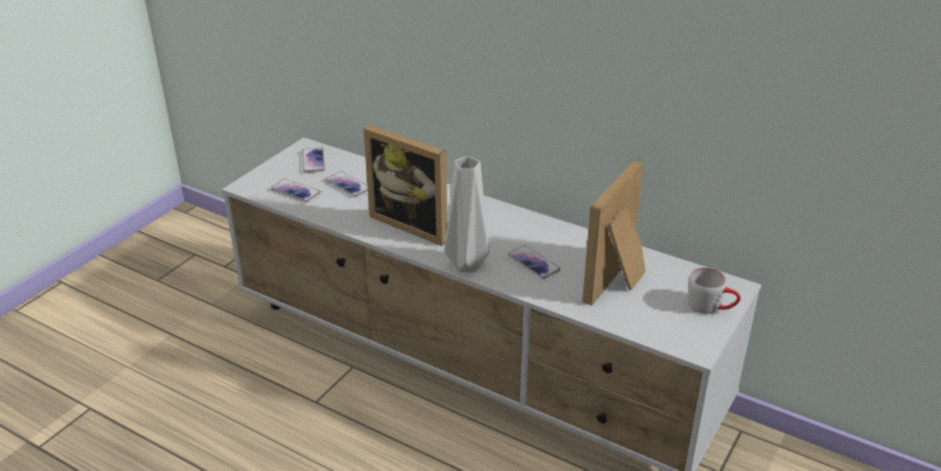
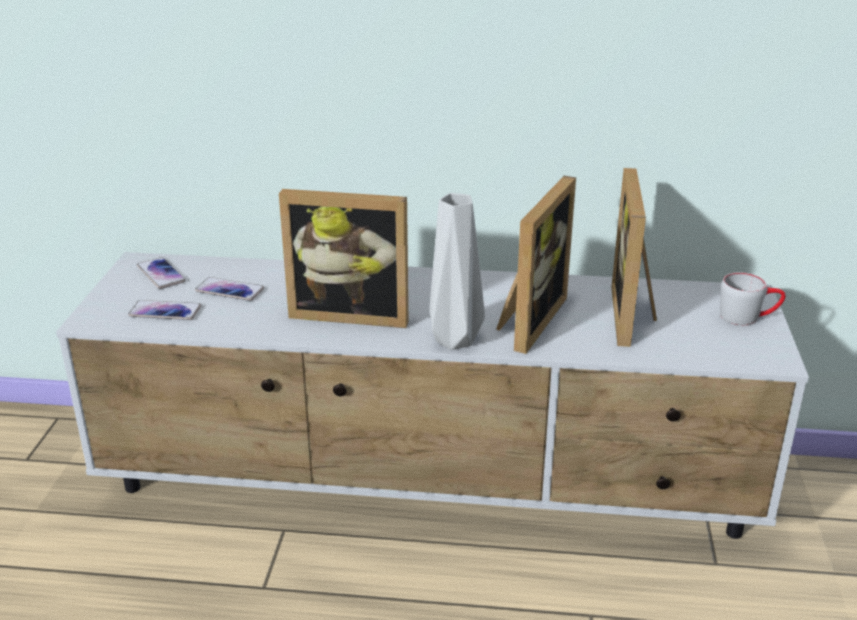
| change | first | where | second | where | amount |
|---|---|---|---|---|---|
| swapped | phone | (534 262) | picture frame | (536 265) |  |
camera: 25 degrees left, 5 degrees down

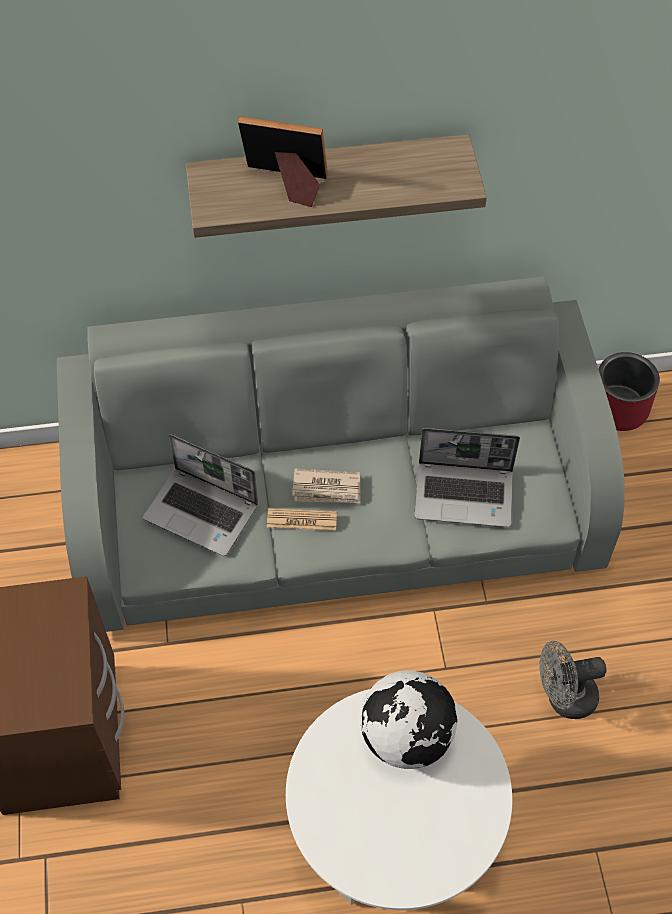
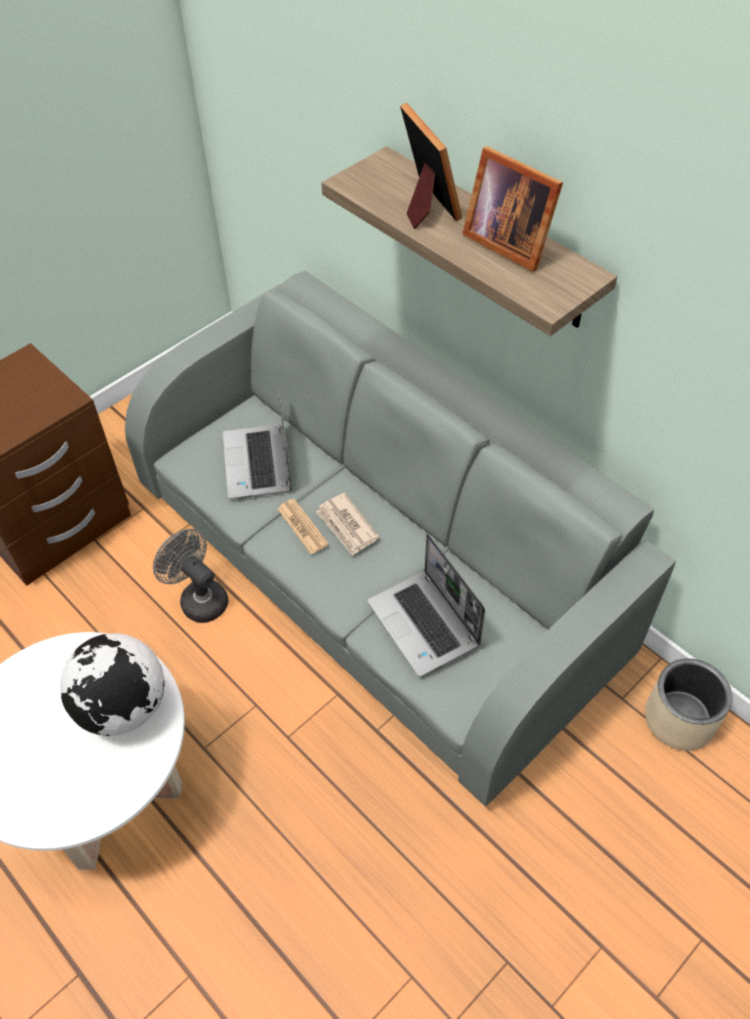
| change | first | where | second | where | amount |
|---|---|---|---|---|---|
| shifted | grey fan | (572 680) |  | (190 576) |  |
| new |  |  | picture frame | (512 209) |  |
| repainted | red planter | (629 391) | beige planter | (688 705) |  |
camera: 55 degrees right, 5 degrees down

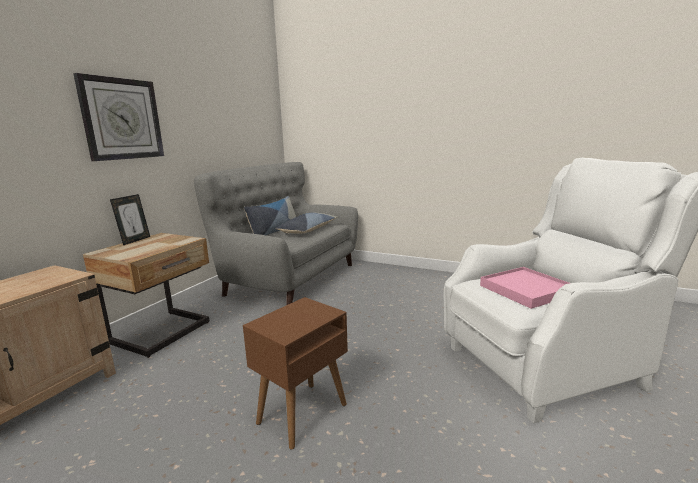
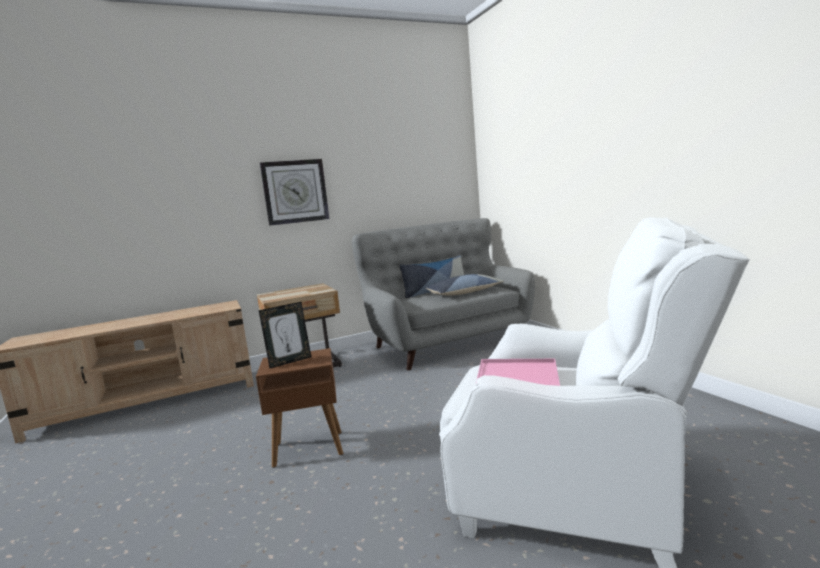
| change | first | where | second | where | amount |
|---|---|---|---|---|---|
| shifted | picture frame | (130 219) |  | (285 335) |  |
camera: 40 degrees right, 5 degrees down

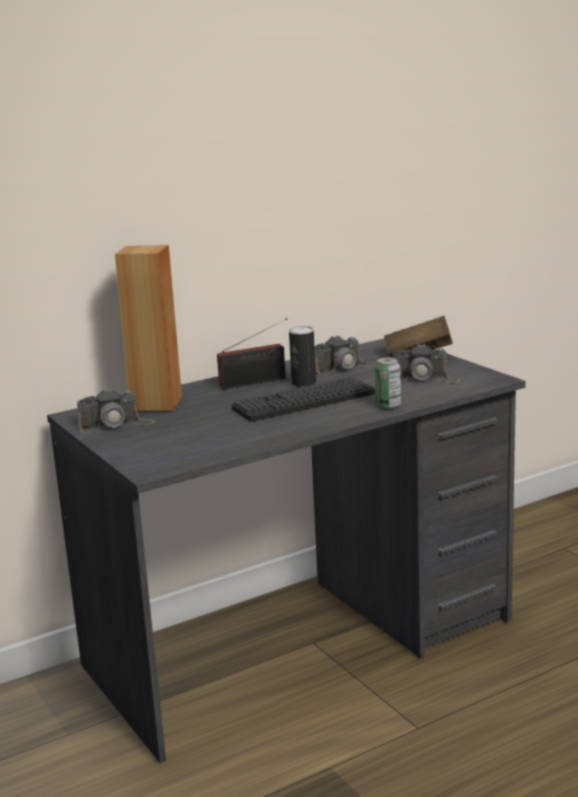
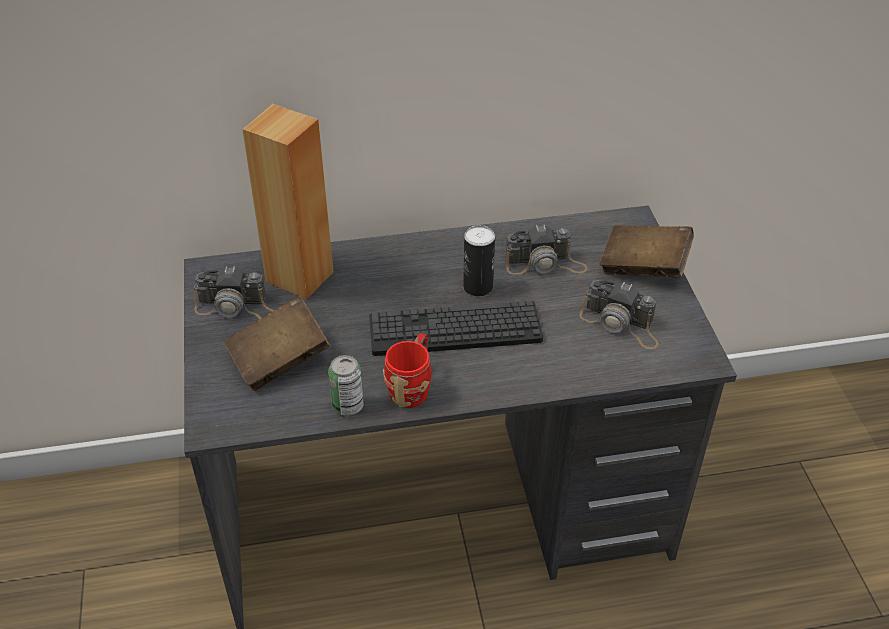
| change | first | where | second | where | amount |
|---|---|---|---|---|---|
| new |  |  | brown book | (277 343) |  |
| shifted | can | (388 383) |  | (346 385) |  |
| new |  |  | red mug | (407 370) |  |
| gone | radio | (252 353) |  |  |  |
camera: 20 degrees right, 25 degrees up

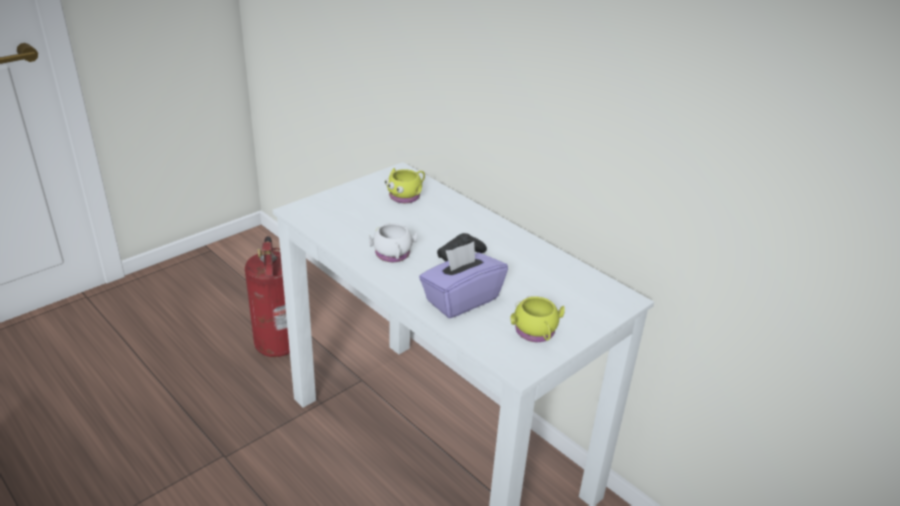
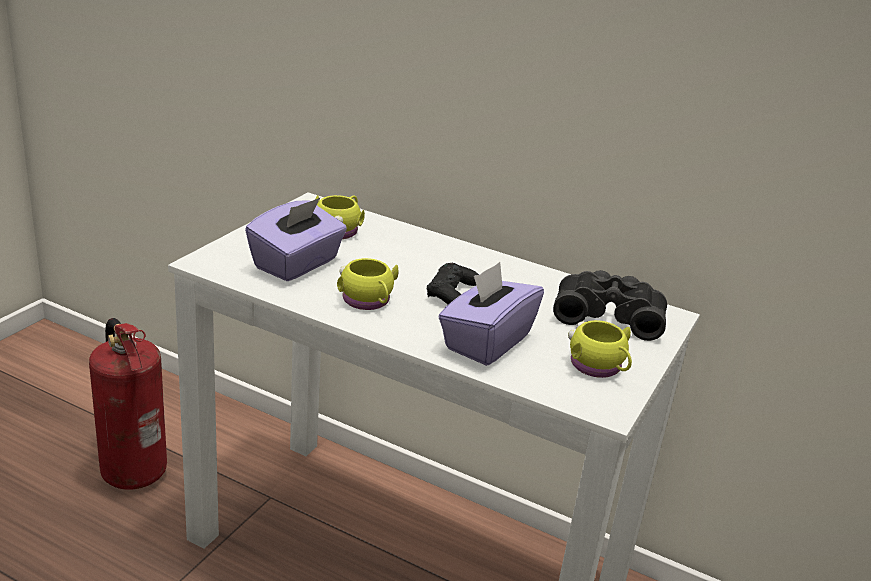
| change | first | where | second | where | amount |
|---|---|---|---|---|---|
| new |  |  | purple tissue box | (296 239) |  |
| repainted | white mug | (393 242) | yellow mug | (367 284) |  |
| new |  |  | black binoculars | (610 305) |  |
camera: 20 degrees left, 5 degrees down

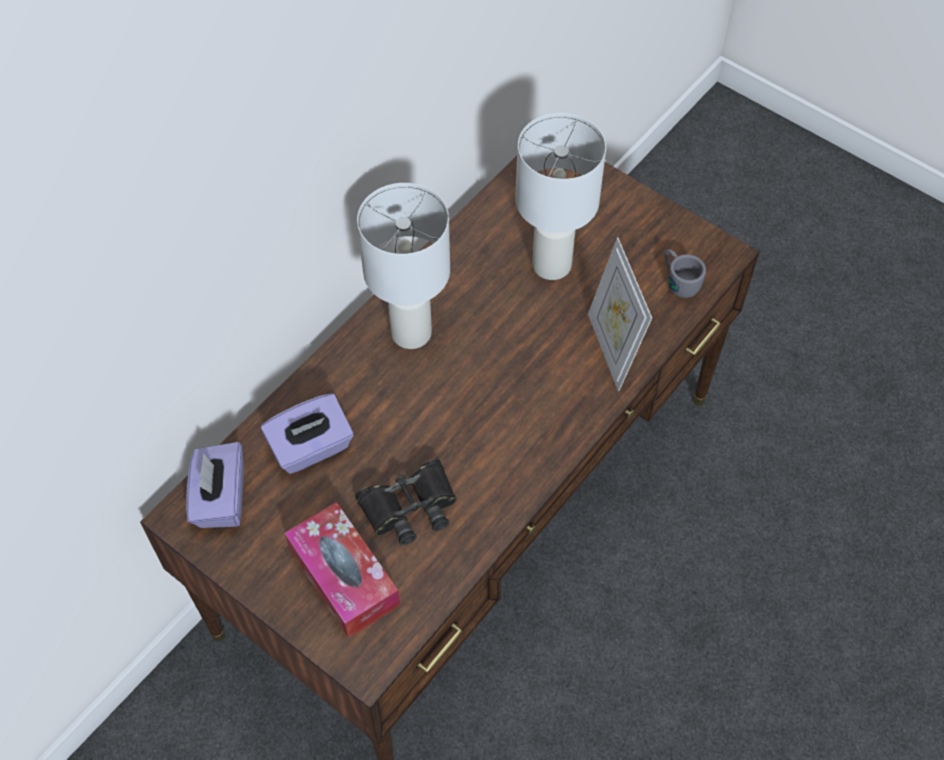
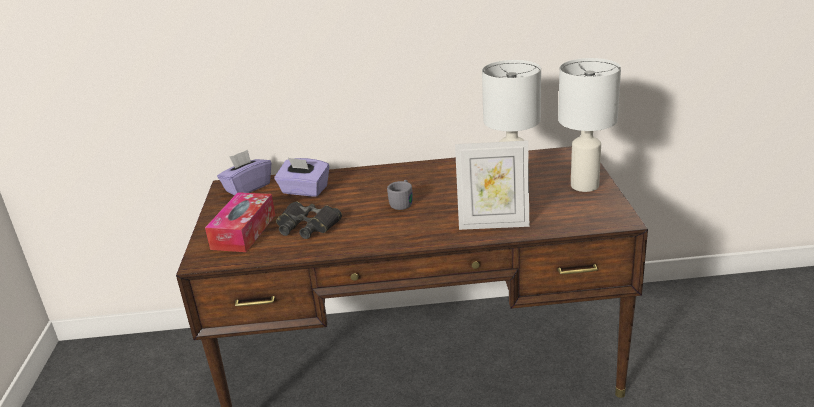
| change | first | where | second | where | amount |
|---|---|---|---|---|---|
| shifted | grey mug | (685 273) |  | (400 195) |  |
| rotated | picture frame | (620 314) |  | (492 185) | 120 degrees counterclockwise |
| shifted | white table lamp | (403 266) |  | (589 125) |  |
camera: 50 degrees right, 30 degrees down

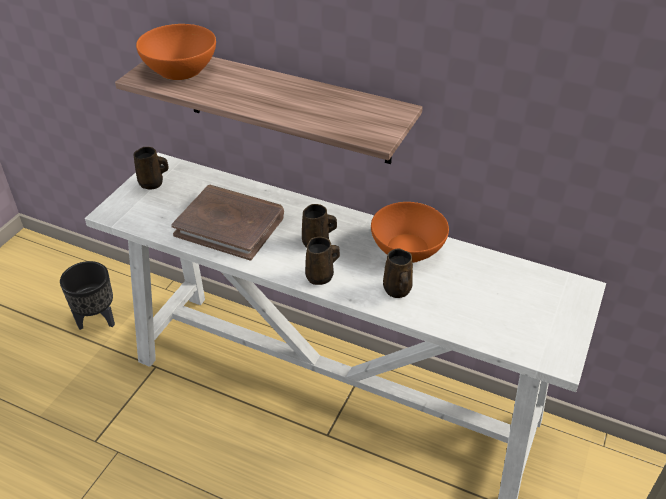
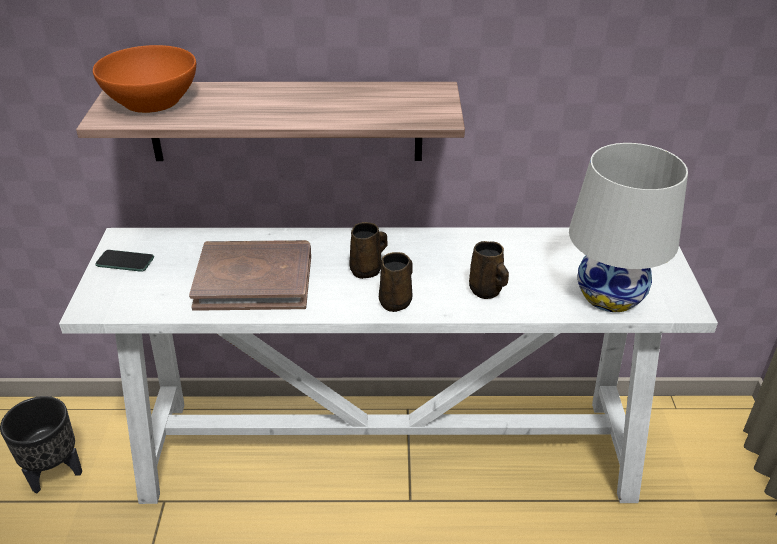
| change | first | where | second | where | amount |
|---|---|---|---|---|---|
| swapped | brown mug | (151 168) | phone | (124 261) |  |
| new |  |  | white table lamp | (628 227) |  |
| gone | orange bowl | (410 232) |  |  |  |
camera: 25 degrees left, 5 degrees down

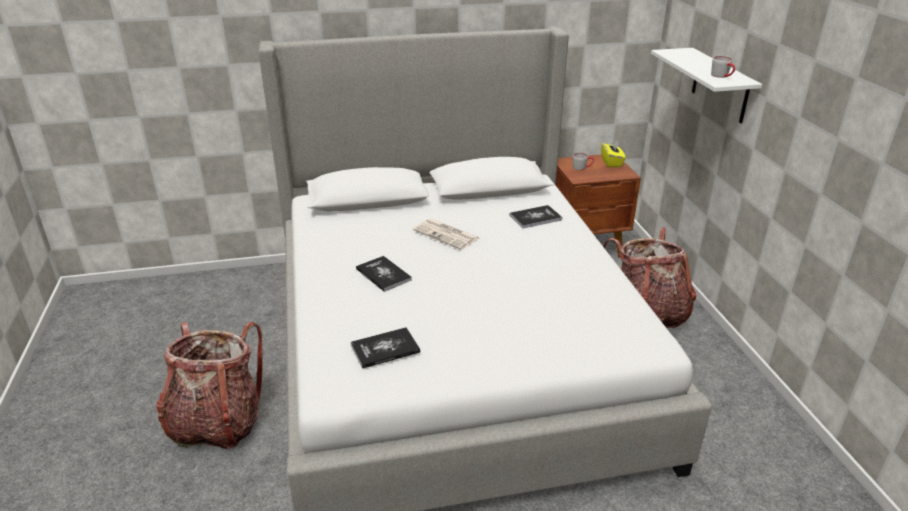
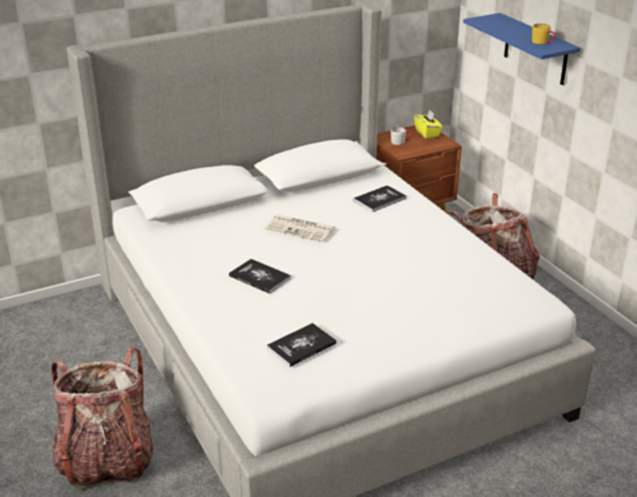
| change | first | where | second | where | amount |
|---|---|---|---|---|---|
| repainted | white shelf | (706 85) | blue shelf | (522 49) |  |
| repainted | grey mug | (723 67) | yellow mug | (543 34) |  |
camera: 15 degrees left, 0 degrees up

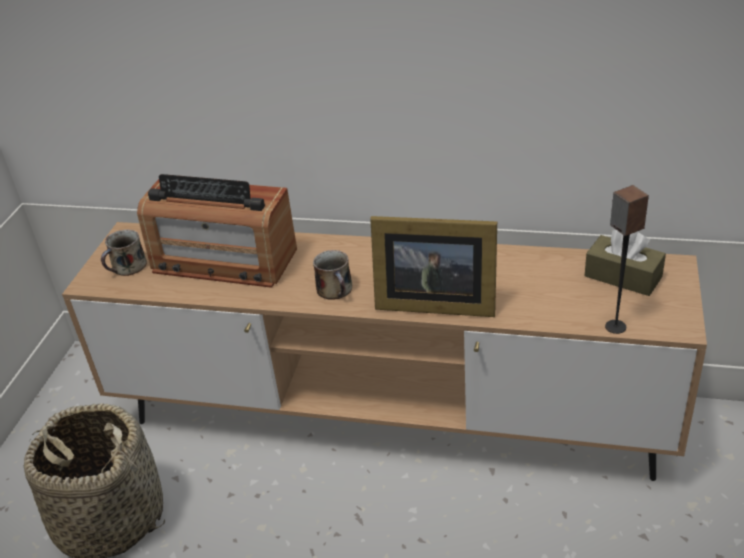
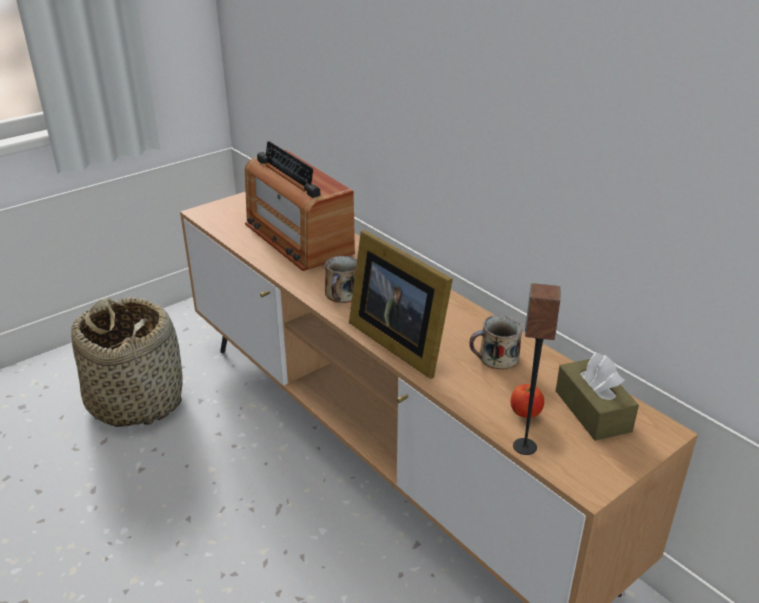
| change | first | where | second | where | amount |
|---|---|---|---|---|---|
| shifted | mug | (124 253) |  | (496 342) |  |
| new |  |  | apple | (527 401) |  |
camera: 35 degrees right, 5 degrees down

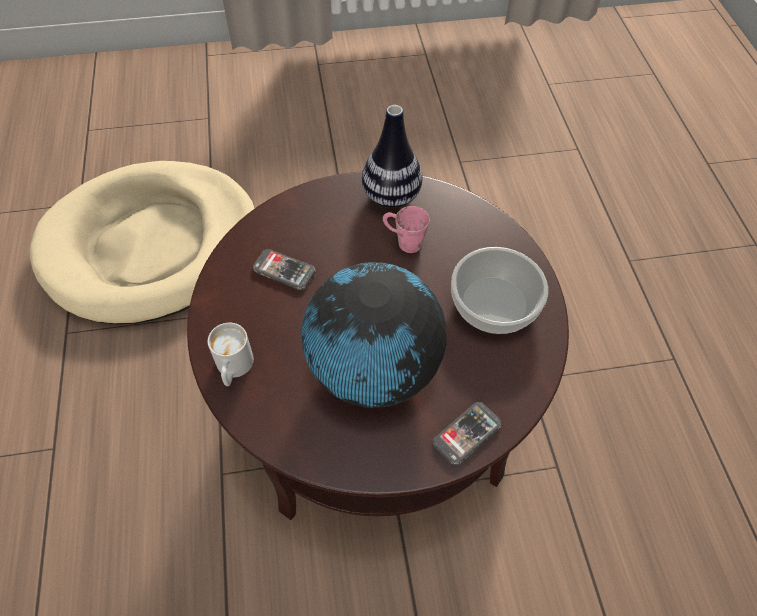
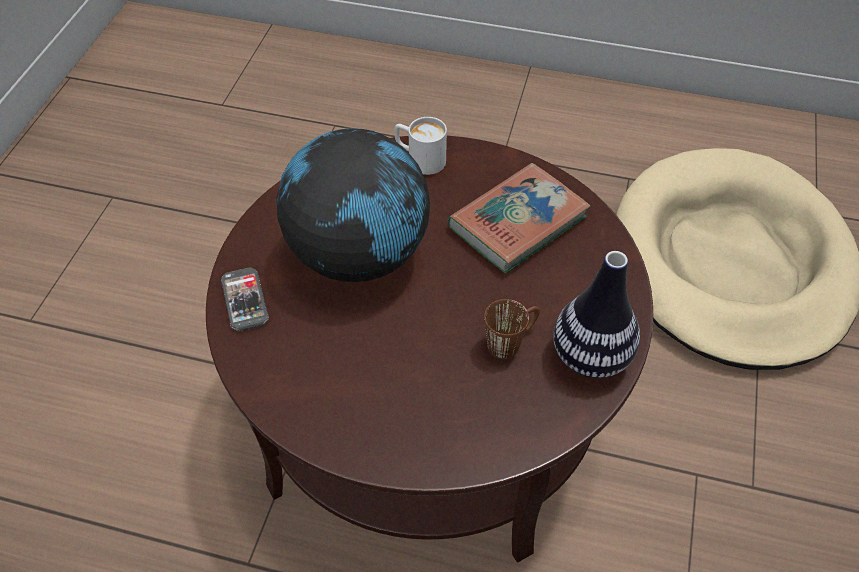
| change | first | where | second | where | amount |
|---|---|---|---|---|---|
| swapped | phone | (284 269) | book | (518 218) |  |
| repainted | pink mug | (406 229) | brown mug | (512 329) |  |
| gone | bowl | (499 290) |  |  |  |
camera: 115 degrees right, 5 degrees down

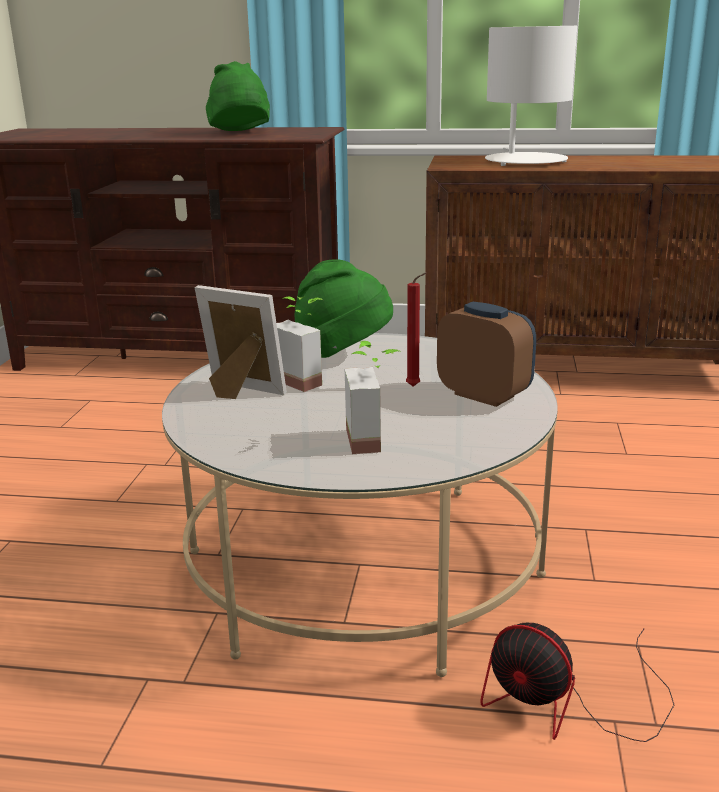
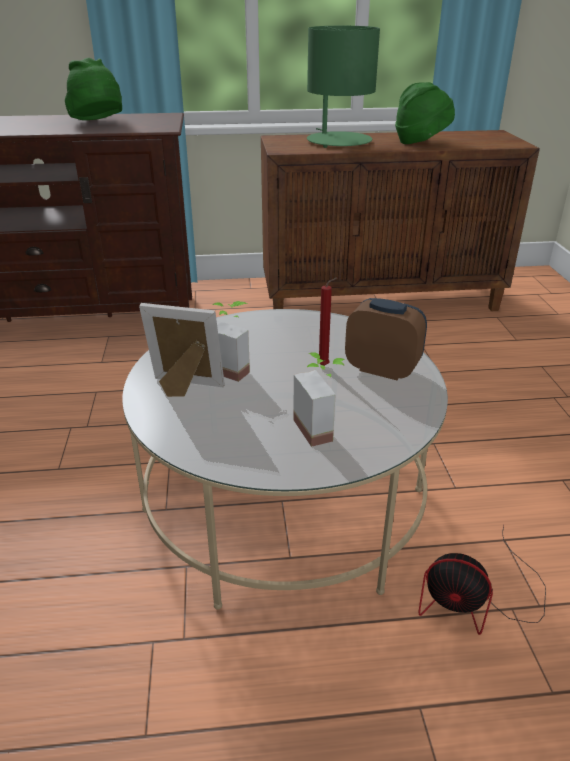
| change | first | where | second | where | amount |
|---|---|---|---|---|---|
| repainted | white table lamp | (531 96) | green table lamp | (343 87) |  |
| shifted | green hat | (344 308) |  | (425 113) |  |
camera: 15 degrees left, 10 degrees up

